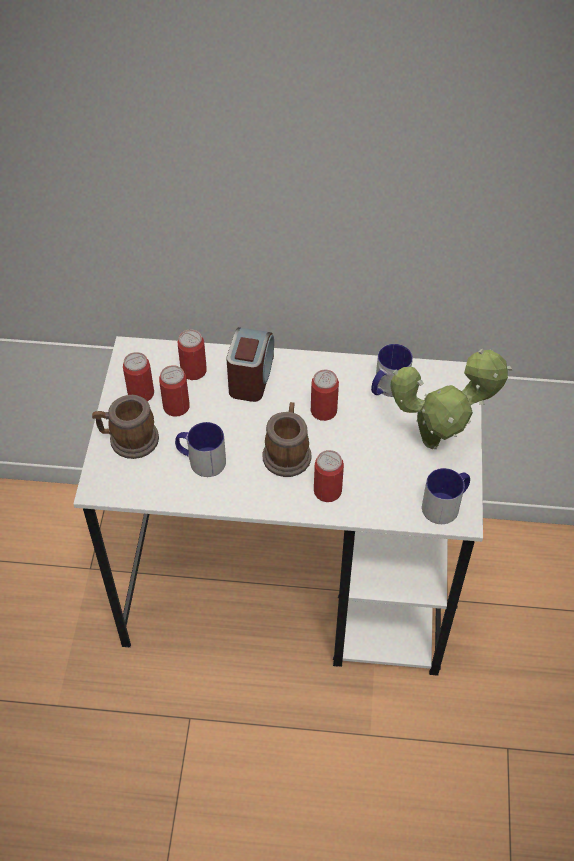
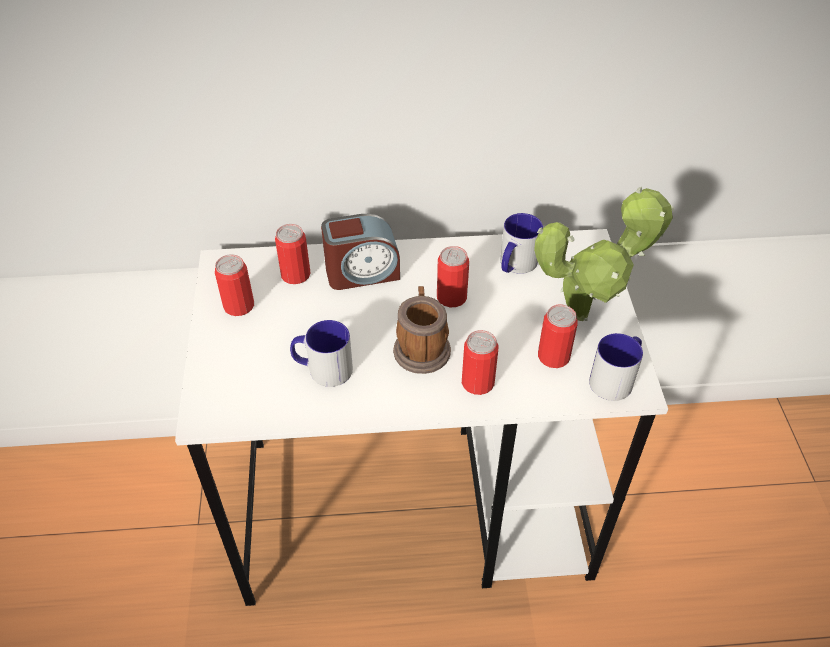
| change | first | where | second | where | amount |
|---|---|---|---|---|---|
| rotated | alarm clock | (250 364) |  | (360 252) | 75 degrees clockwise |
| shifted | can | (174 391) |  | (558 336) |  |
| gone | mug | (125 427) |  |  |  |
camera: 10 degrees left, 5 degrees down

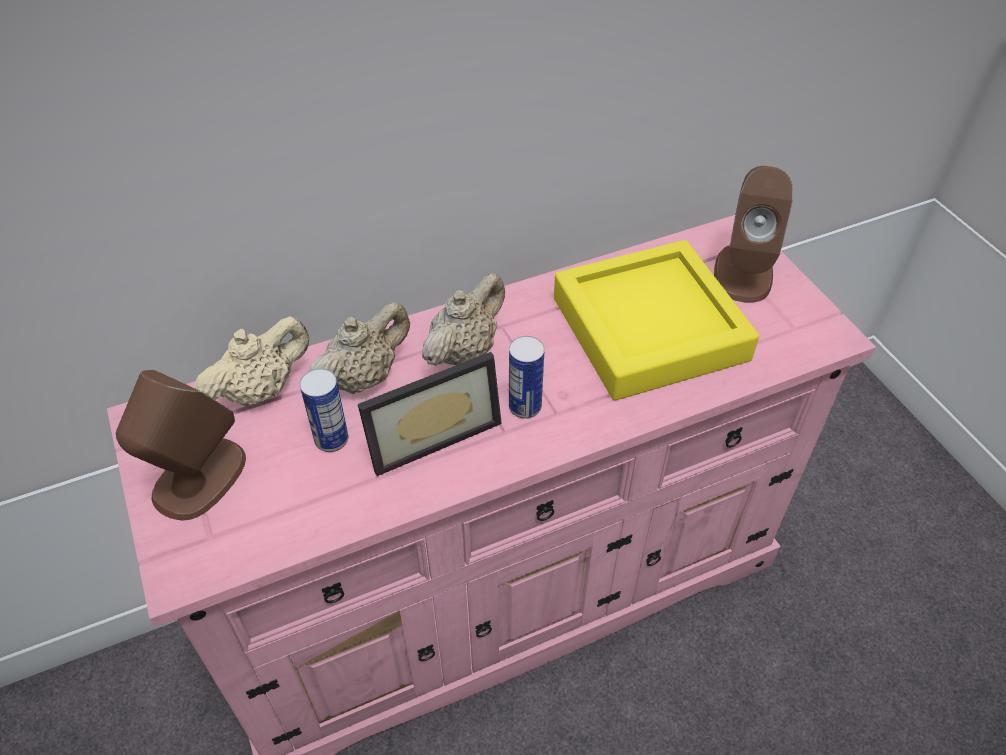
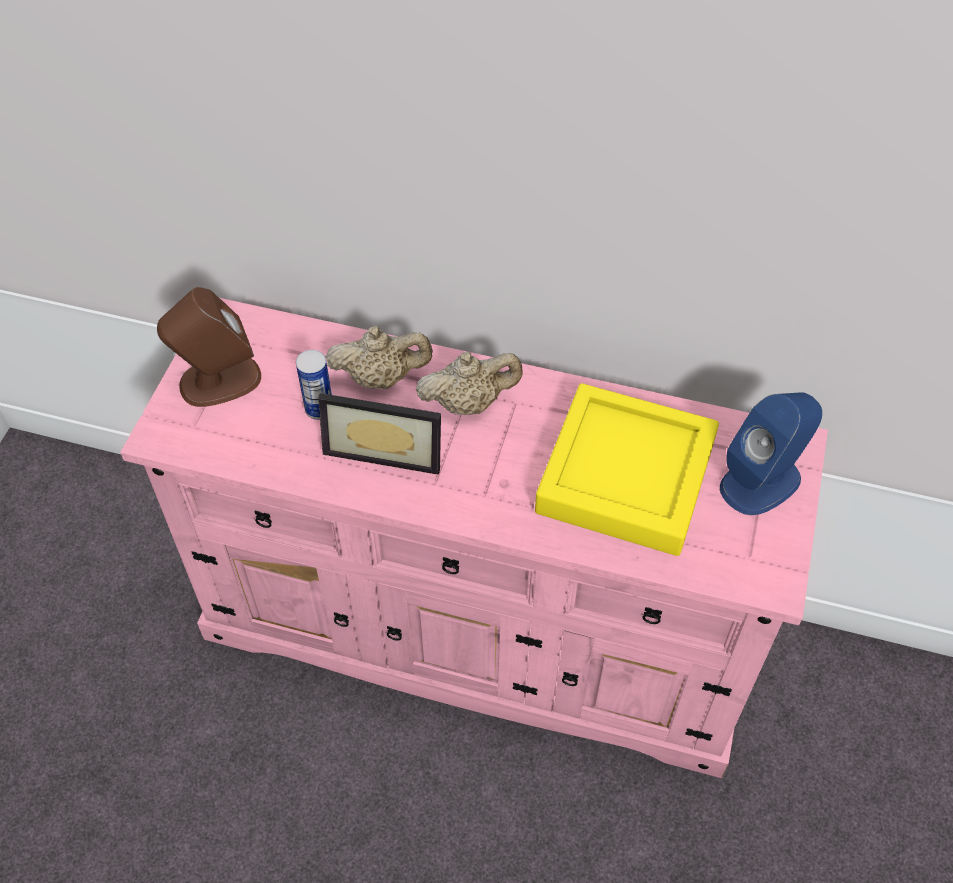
| change | first | where | second | where | amount |
|---|---|---|---|---|---|
| repainted | brown speaker | (753 234) | blue speaker | (771 453) |  |
| gone | beige teapot | (252 361) |  |  |  |
| gone | can | (527 377) |  |  |  |
camera: 40 degrees right, 5 degrees up

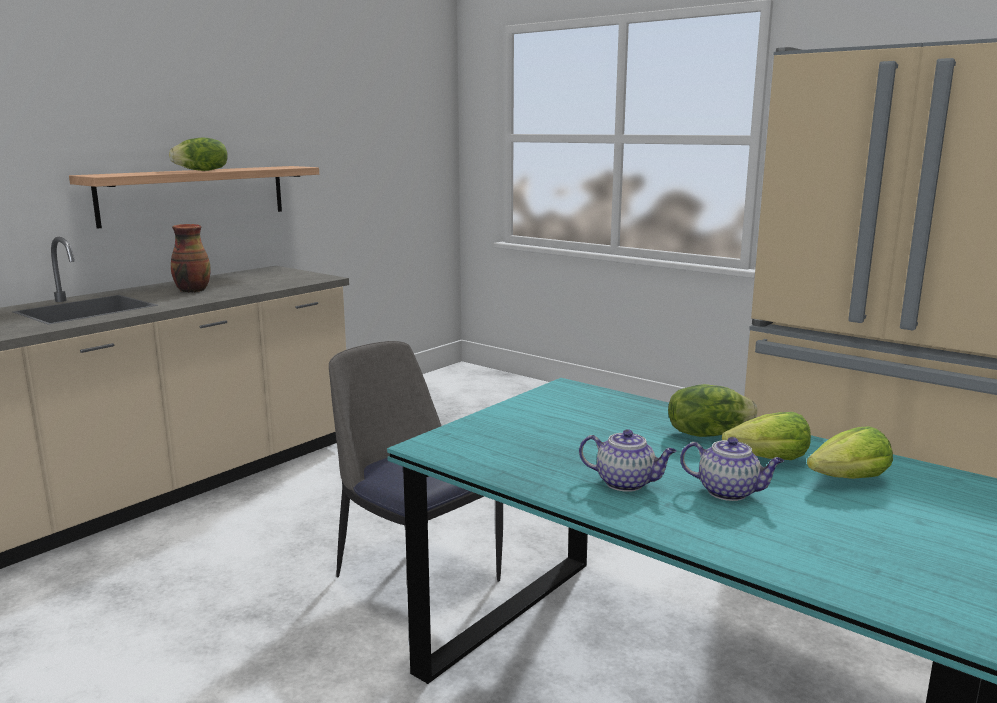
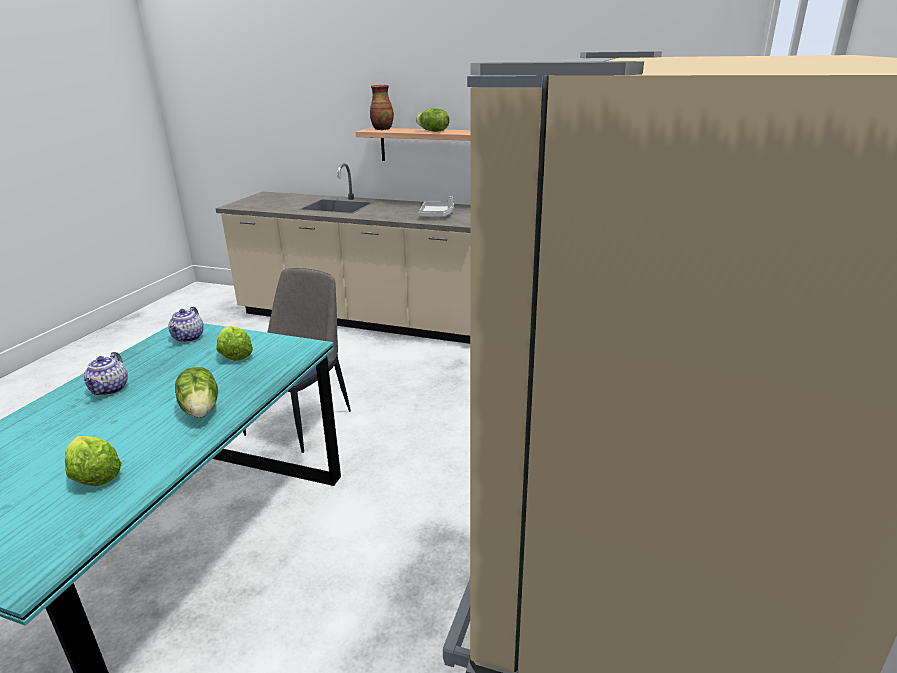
| change | first | where | second | where | amount |
|---|---|---|---|---|---|
| shifted | teapot | (732 469) |  | (186 324) |  |
| shifted | lettuce | (766 436) |  | (234 343) |  |
| shifted | vase | (191 258) |  | (382 107) |  |
| new |  |  | grey tray | (436 206) |  |
camera: 70 degrees right, 10 degrees up

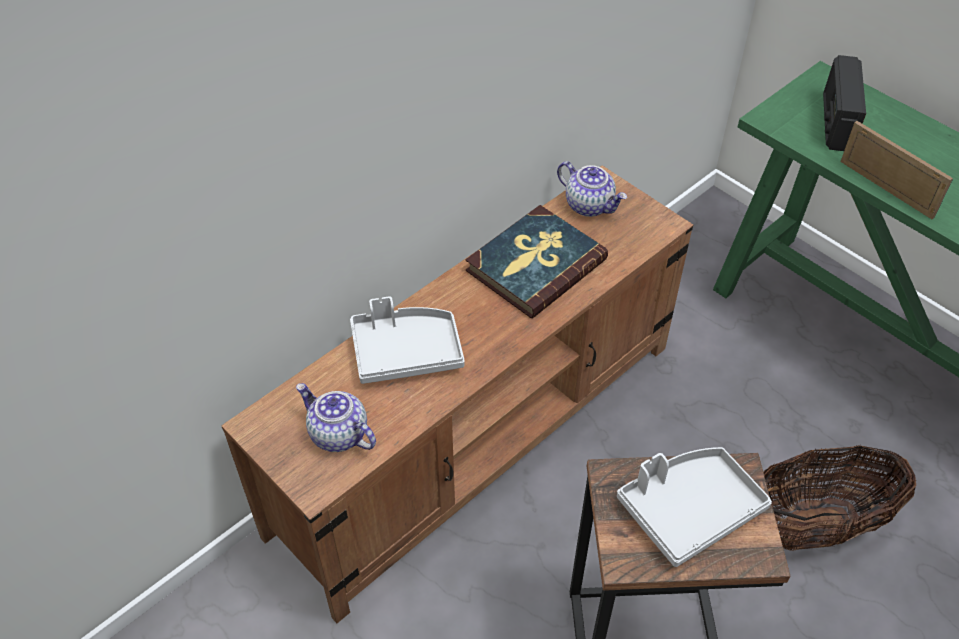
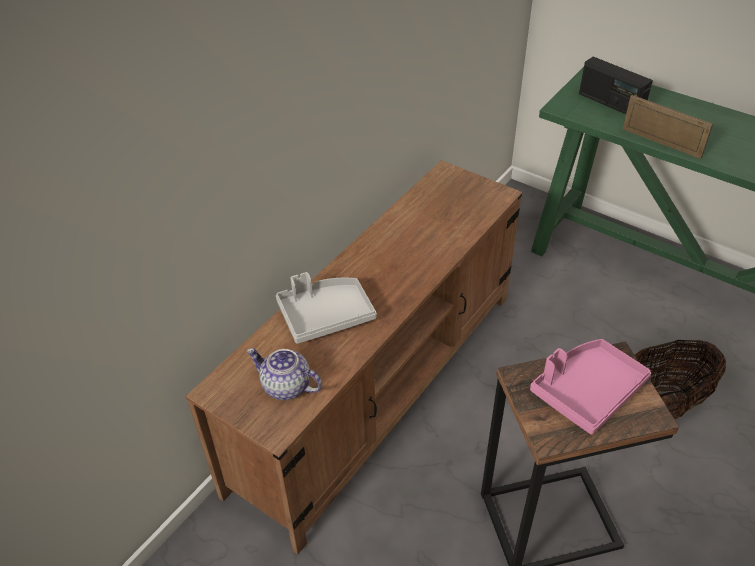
| change | first | where | second | where | amount |
|---|---|---|---|---|---|
| repainted | grey tray | (694 507) | pink tray | (590 387) |  |
| rotated | radio | (844 103) |  | (616 85) | 45 degrees counterclockwise |
| gone | book | (537 261) |  |  |  |
| gone | teapot | (592 189) |  |  |  |
camera: 10 degrees left, 5 degrees down

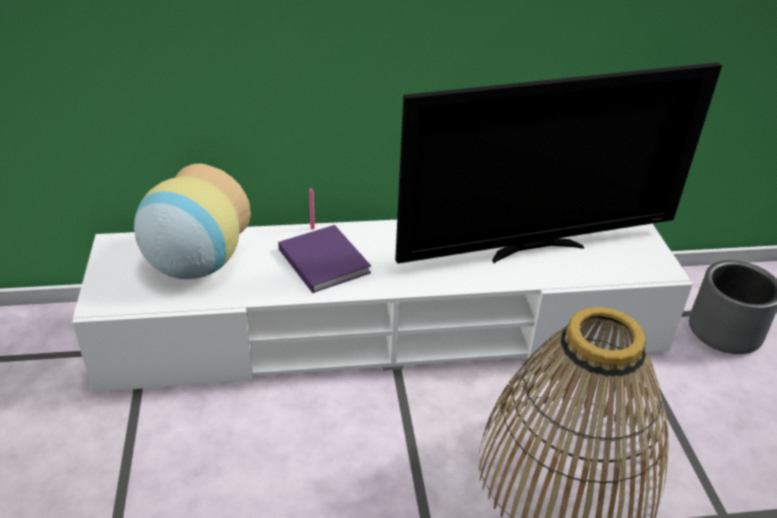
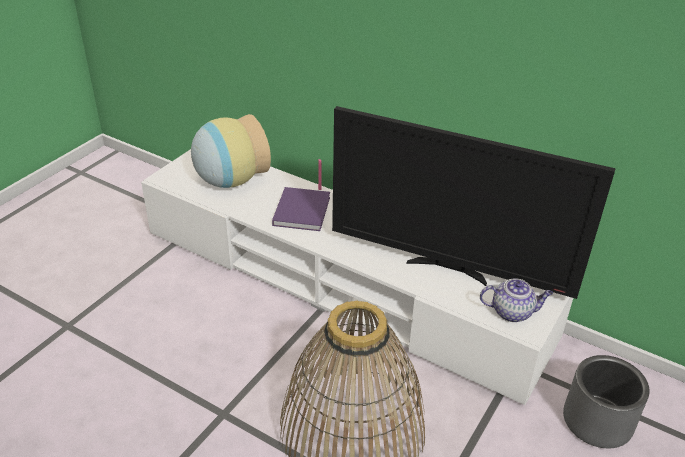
| change | first | where | second | where | amount |
|---|---|---|---|---|---|
| new |  |  | teapot | (516 300) |  |
camera: 40 degrees right, 0 degrees up

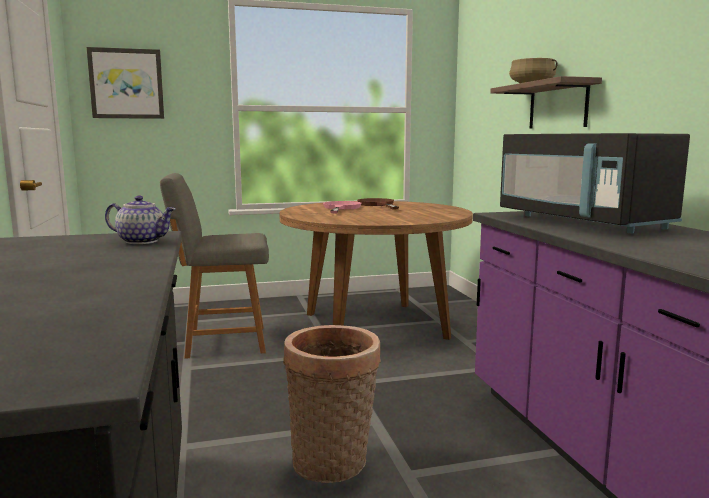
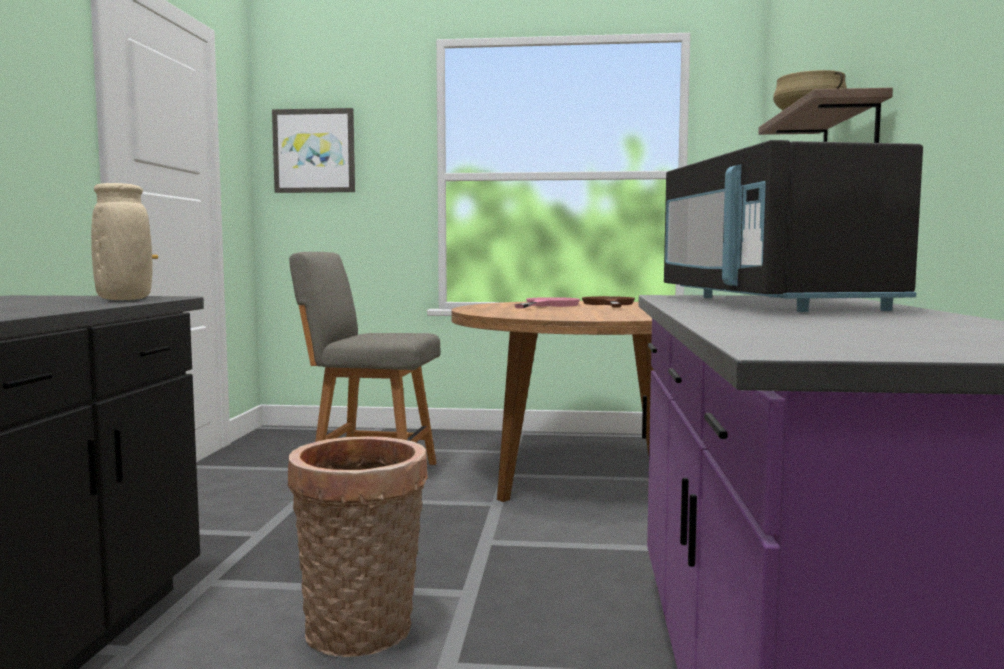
| change | first | where | second | where | amount |
|---|---|---|---|---|---|
| swapped | teapot | (140 220) | beige vase | (122 241) |  |
camera: 20 degrees right, 5 degrees down

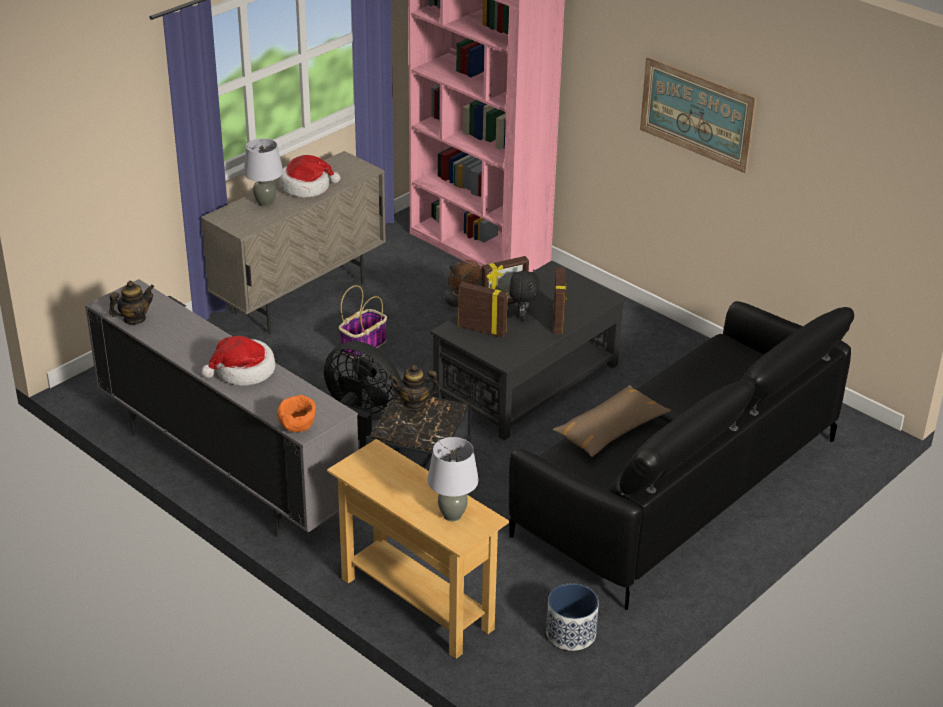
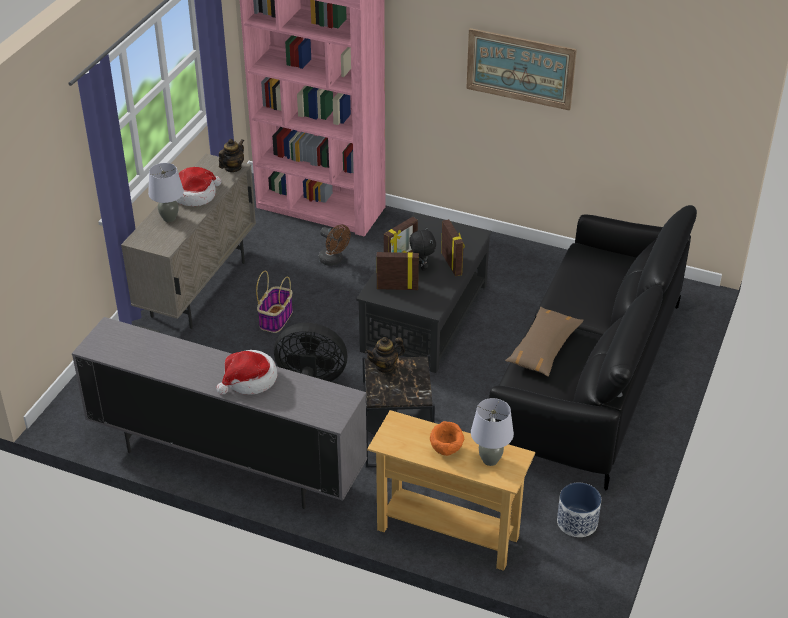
| change | first | where | second | where | amount |
|---|---|---|---|---|---|
| shifted | teapot | (131 302) |  | (231 155) |  |
| shifted | orange bowl | (296 413) |  | (447 438) |  |
camera: 20 degrees left, 5 degrees up

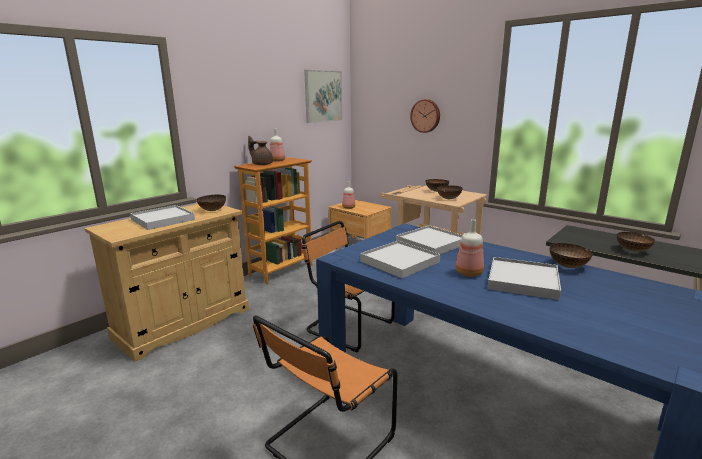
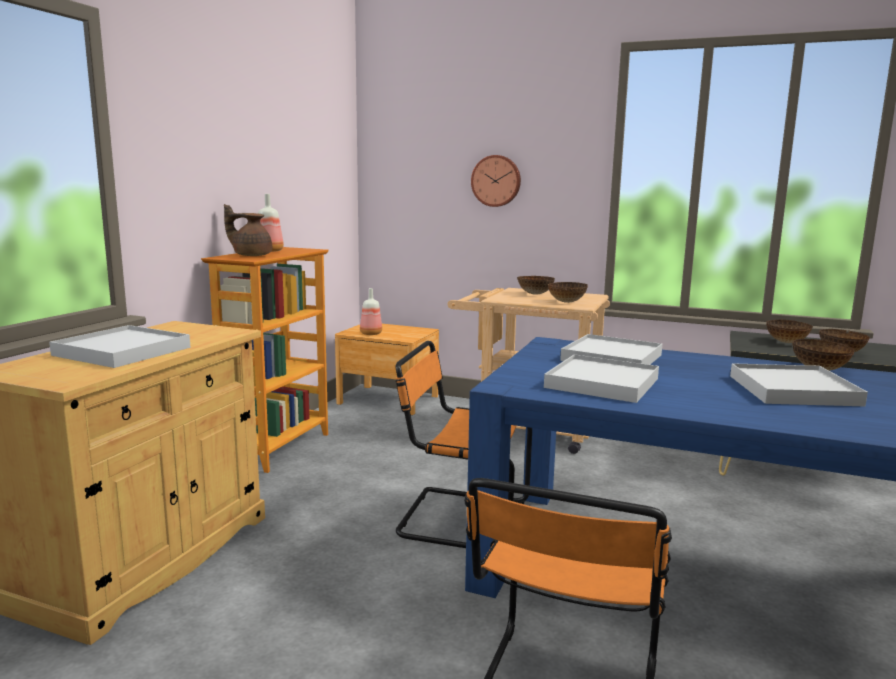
| change | first | where | second | where | amount |
|---|---|---|---|---|---|
| shifted | bowl | (211 203) |  | (789 331) |  |
| gone | picture | (323 96) |  |  |  |
| gone | bottle | (469 248) |  |  |  |
camera: 20 degrees left, 5 degrees down

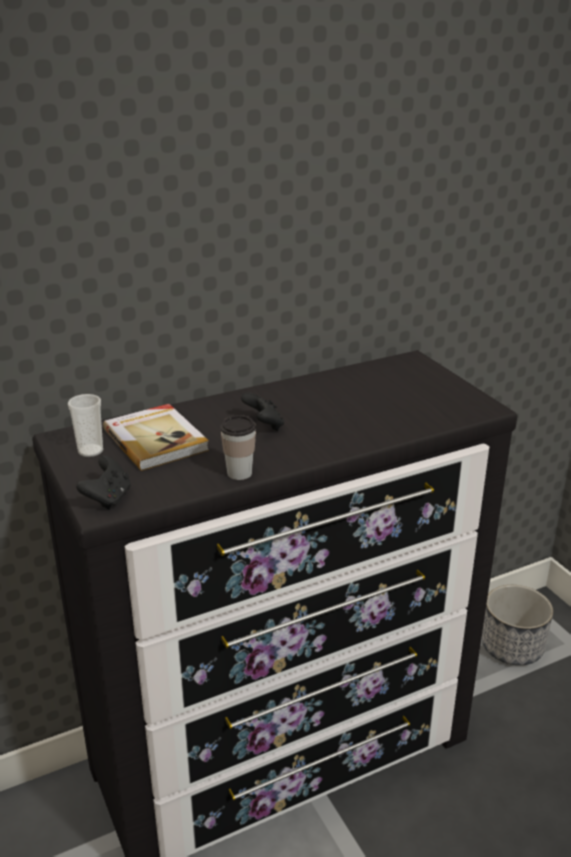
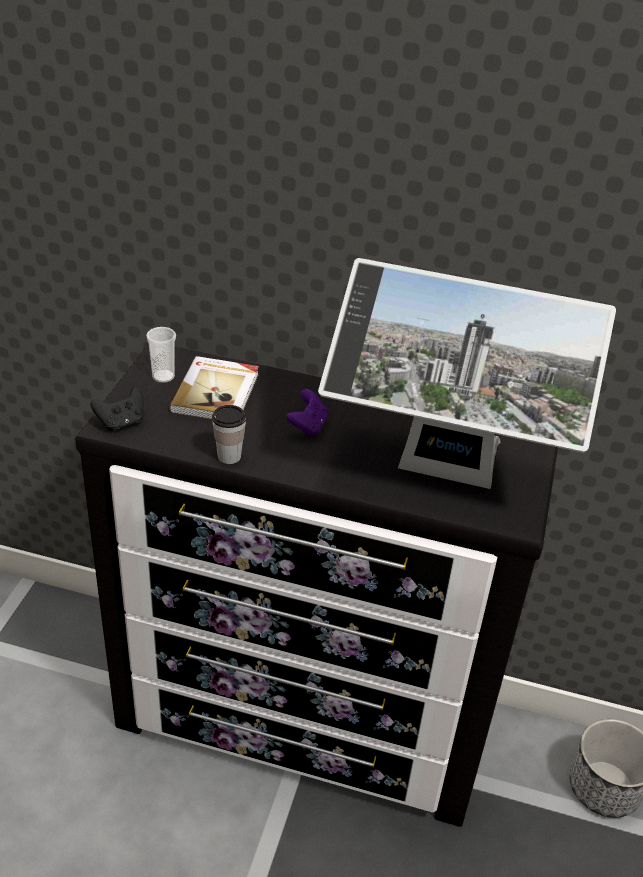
| change | first | where | second | where | amount |
|---|---|---|---|---|---|
| repainted | black game controller | (262 411) | purple game controller | (306 413) |  |
| new |  |  | monitor | (467 373) |  |
camera: 40 degrees right, 10 degrees up

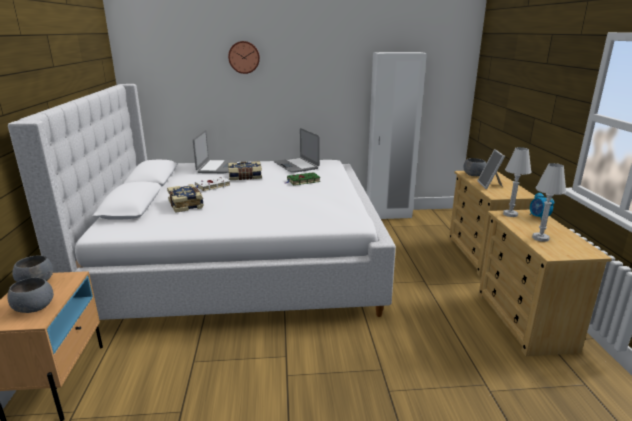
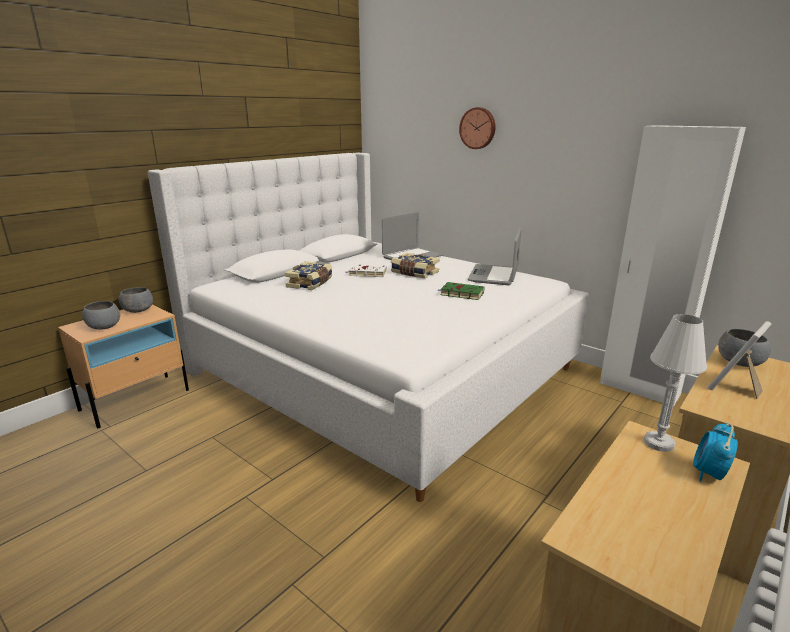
| change | first | where | second | where | amount |
|---|---|---|---|---|---|
| gone | white table lamp | (549 202) |  |  |  |
camera: 45 degrees right, 0 degrees up

